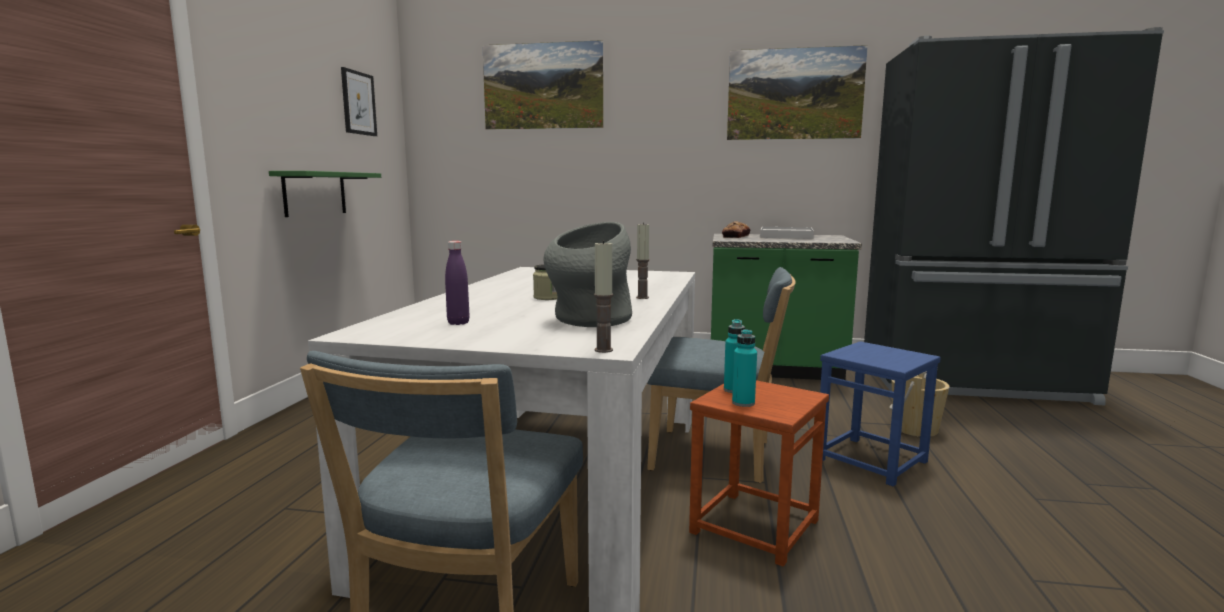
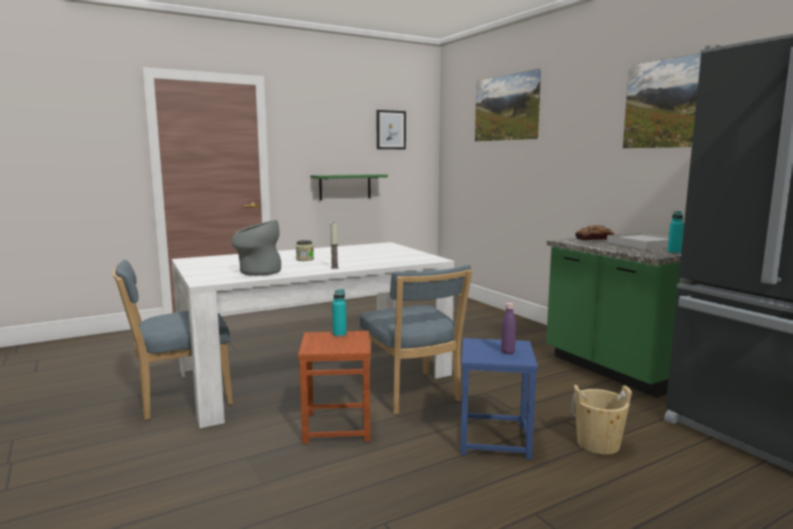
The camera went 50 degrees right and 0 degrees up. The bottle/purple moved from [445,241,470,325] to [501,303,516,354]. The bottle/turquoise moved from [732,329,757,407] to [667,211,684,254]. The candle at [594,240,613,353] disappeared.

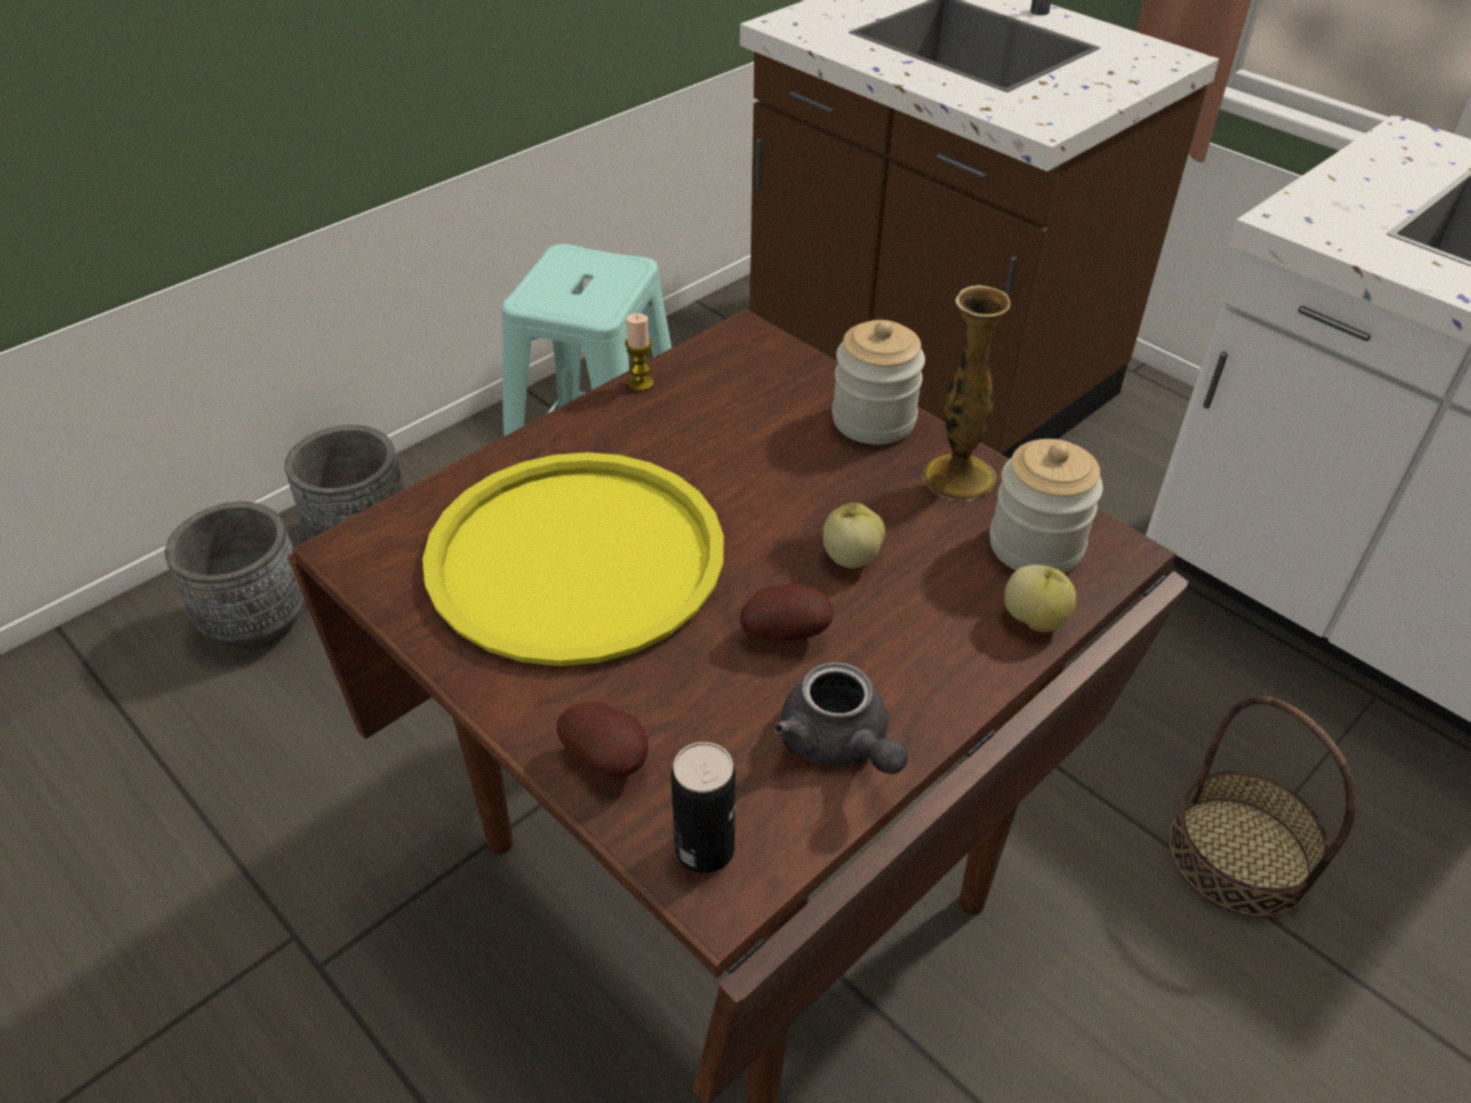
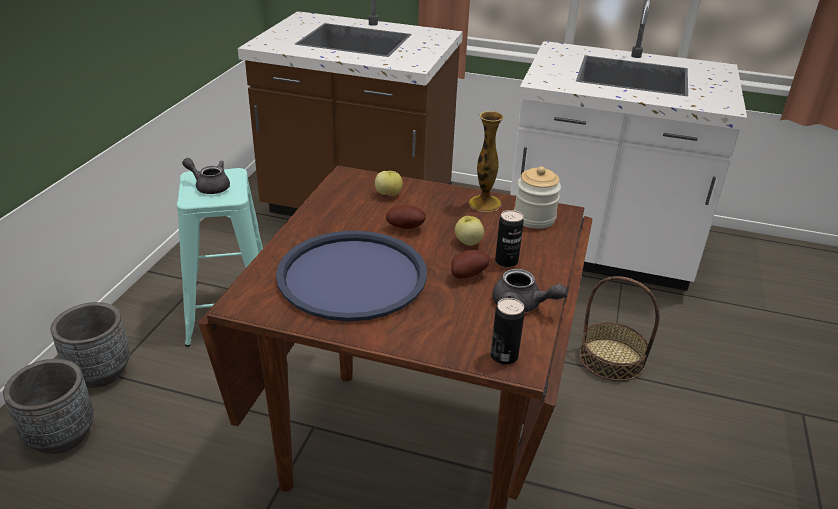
The camera went 30 degrees left and 10 degrees down. The teapot/grey at [182,158,230,194] appeared. The tray/yellow at [422,452,724,666] became the tray/blue at [276,231,427,321]. The apple moved from [1004,565,1076,632] to [375,171,403,197]. The potato moved from [557,702,648,778] to [386,205,425,229]. The can at [495,210,524,267] appeared. The candle at [625,313,654,391] disappeared. The jar at [832,320,925,445] disappeared.

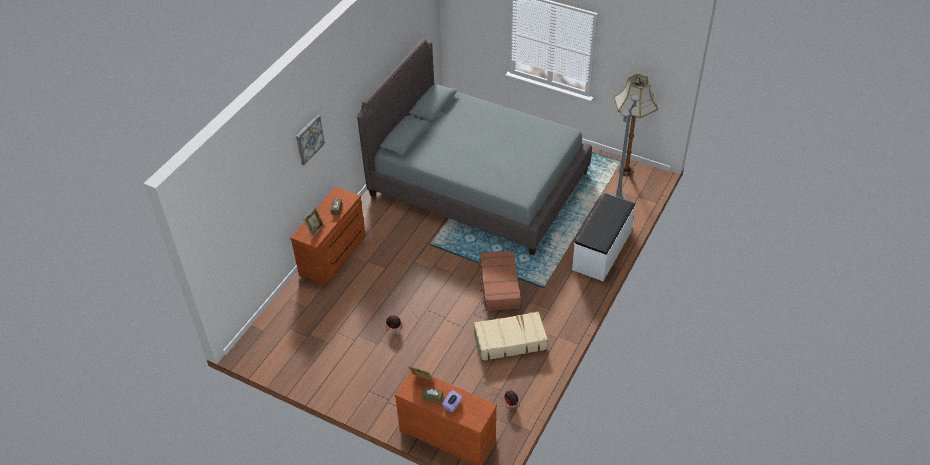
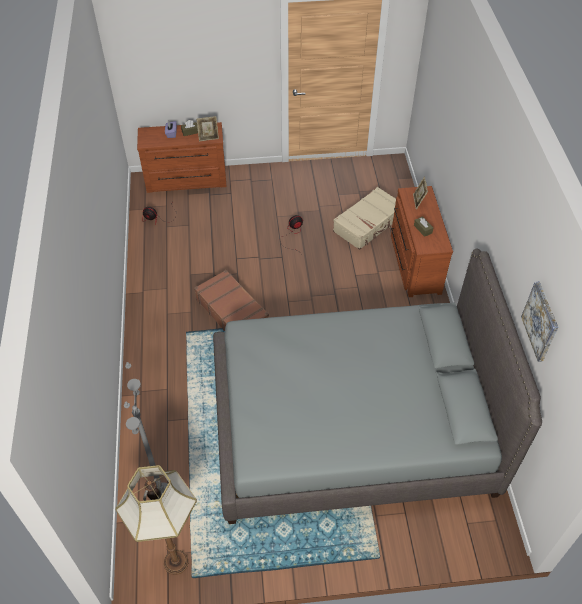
The camera went 145 degrees right and 5 degrees up. The suitcase/beige moved from [474,311,548,361] to [333,187,396,250]. The picture moved from [296,114,325,165] to [521,281,559,362]. The bench/white at [572,193,635,281] disappeared.

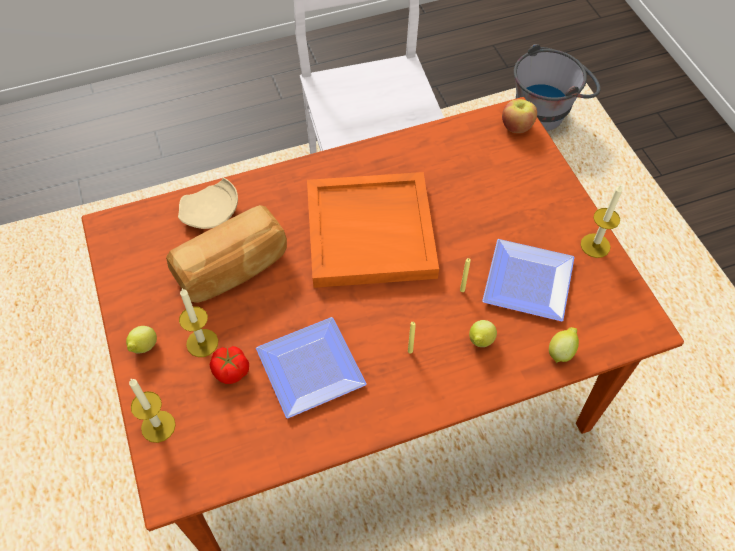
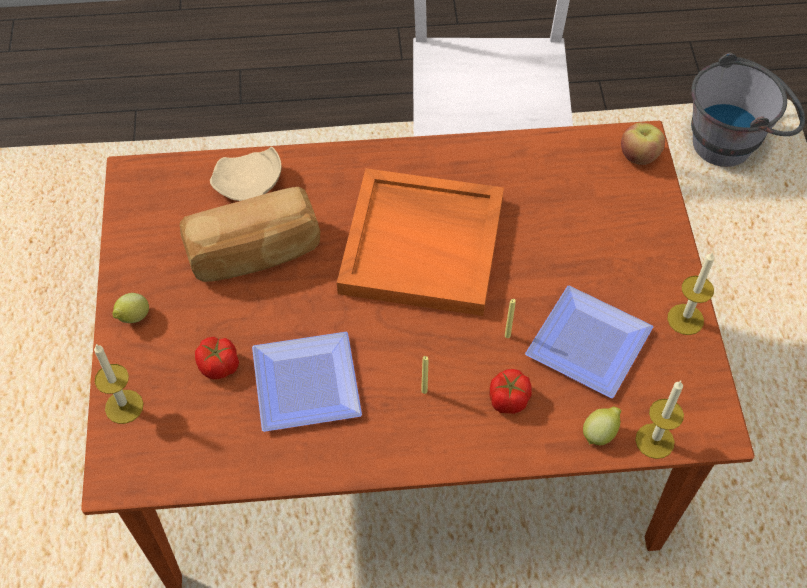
The camera went 15 degrees right and 0 degrees up. The lemon at [469,320,497,347] was replaced by the tomato at [489,369,532,414]. The candle moved from [179,288,218,357] to [635,381,684,459].

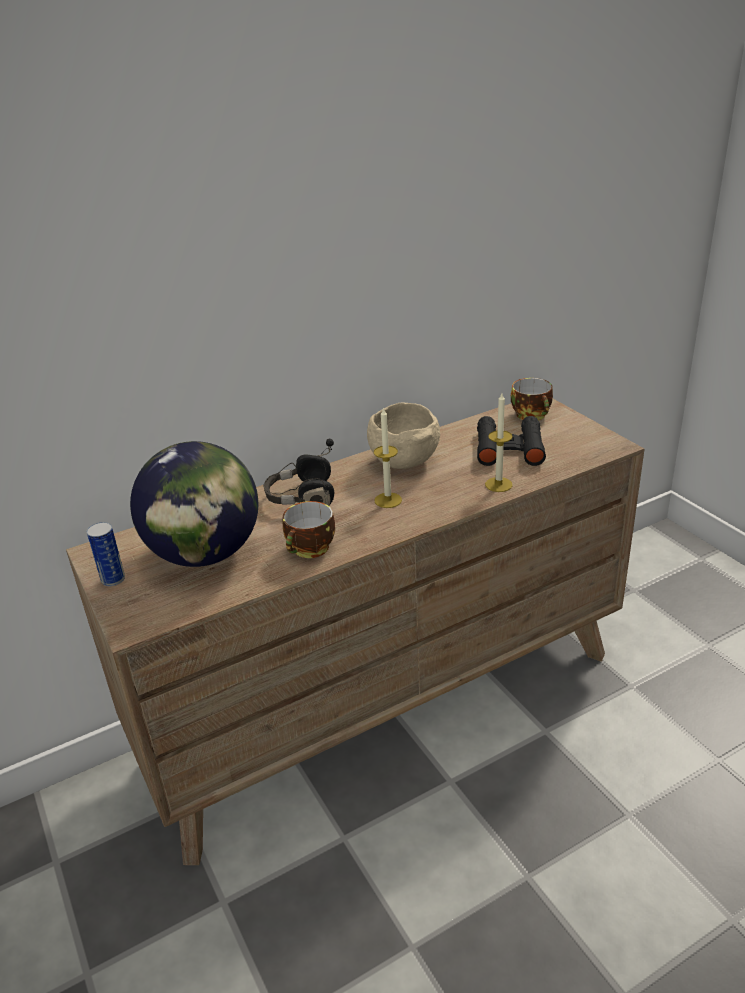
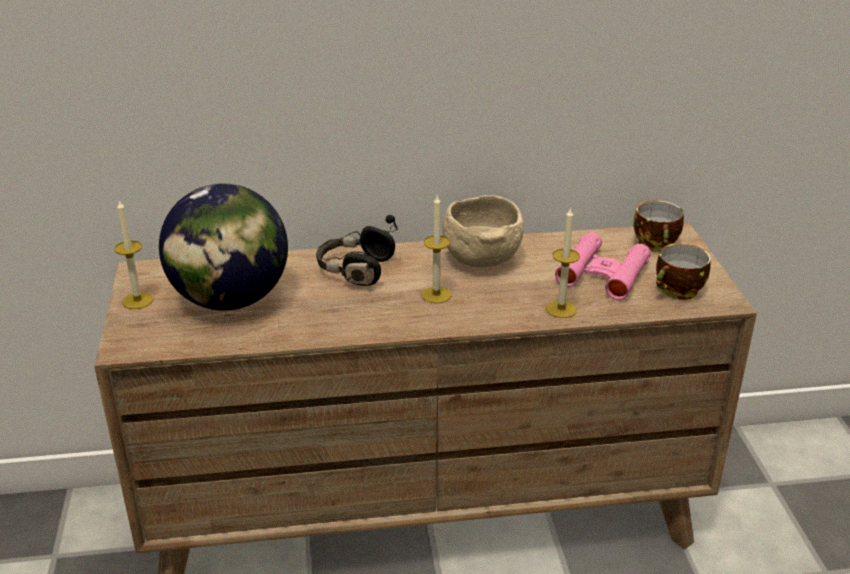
The camera went 20 degrees right and 0 degrees up. The can at [87,522,125,586] was replaced by the candle at [114,200,154,309]. The binoculars/black at [477,416,546,466] became the binoculars/pink at [555,232,651,300]. The cup moved from [283,501,335,558] to [656,243,711,300].

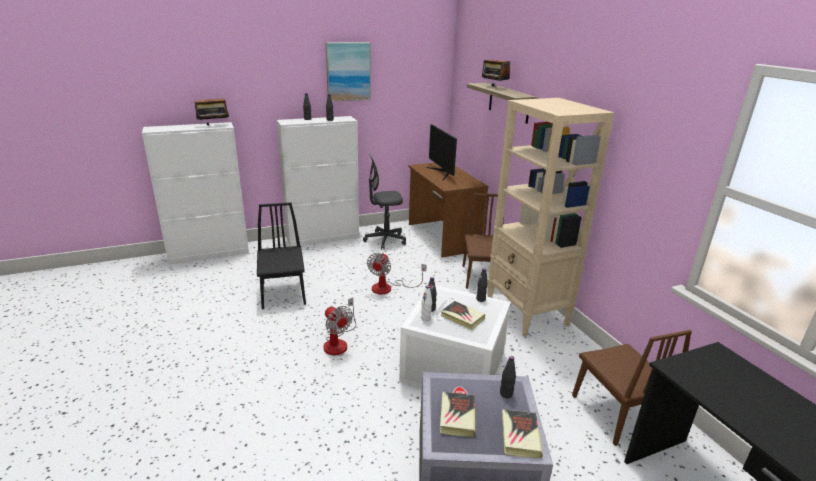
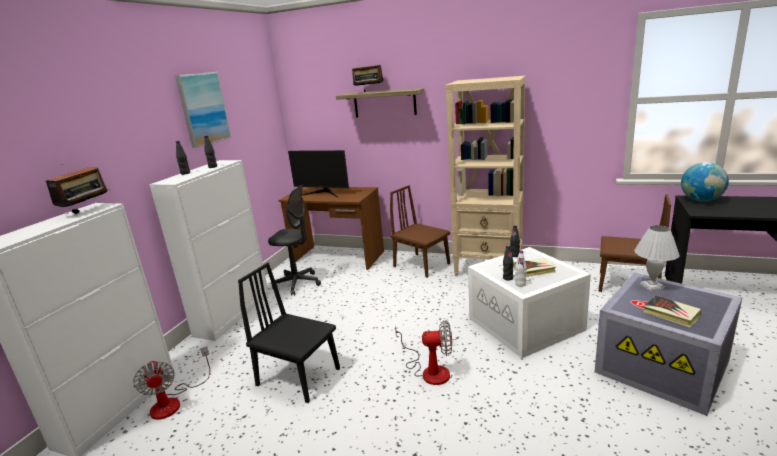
The camera went 45 degrees left and 5 degrees down. The fan moved from [367,253,427,294] to [133,346,210,420]. The office chair/grey at [363,152,406,250] turned 105 degrees counterclockwise. The bottle/black at [500,356,516,398] was replaced by the table lamp/white at [634,225,679,291]. The globe at [681,162,729,202] appeared. The book at [502,409,543,458] disappeared.

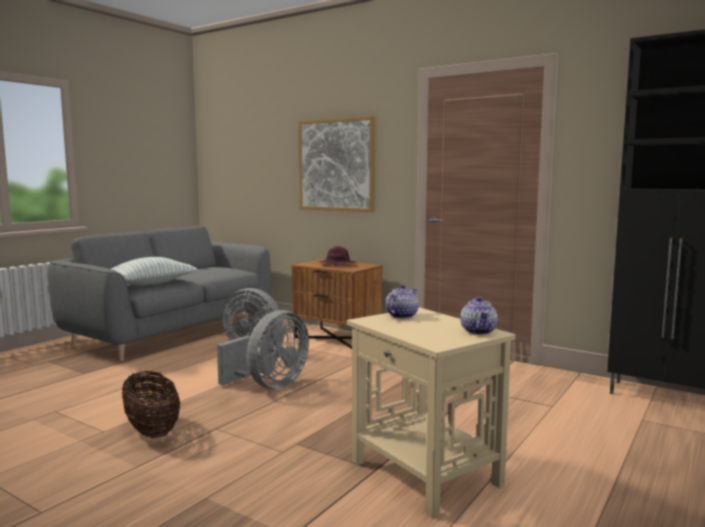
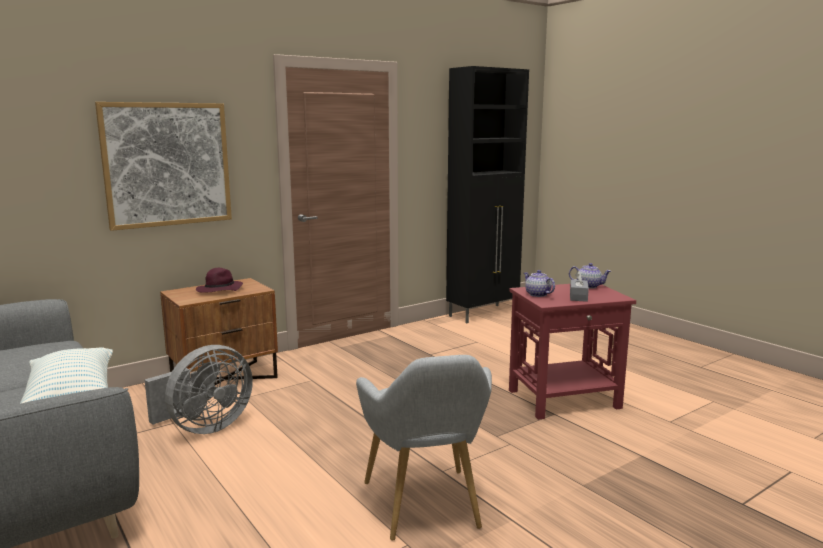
The camera went 70 degrees left and 5 degrees up. The basket at [122,371,181,439] was replaced by the armchair/grey at [356,355,492,541]. The side table/beige at [347,307,516,518] became the side table/red at [509,284,636,420]. The tissue box/grey at [570,271,589,302] appeared. The fan/grey at [217,310,309,389] disappeared.

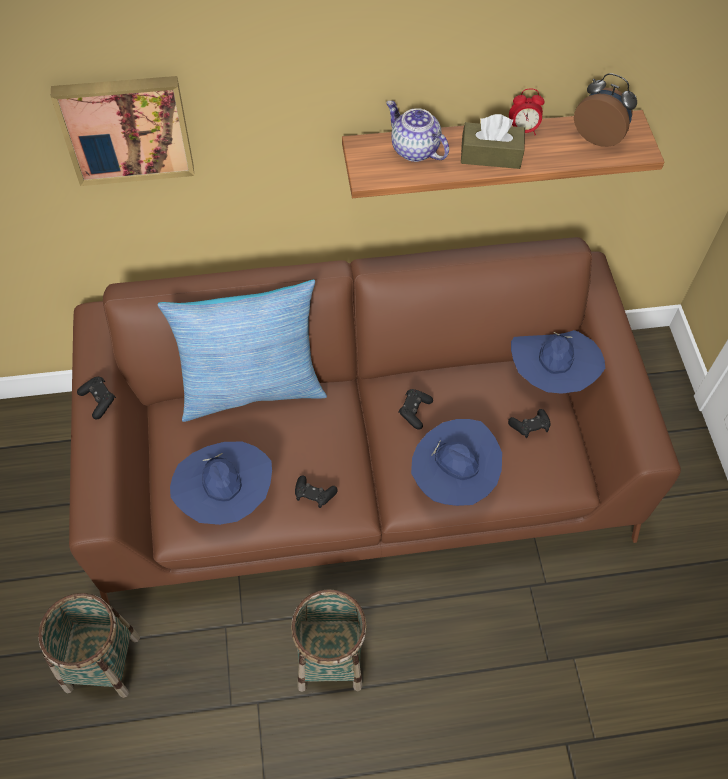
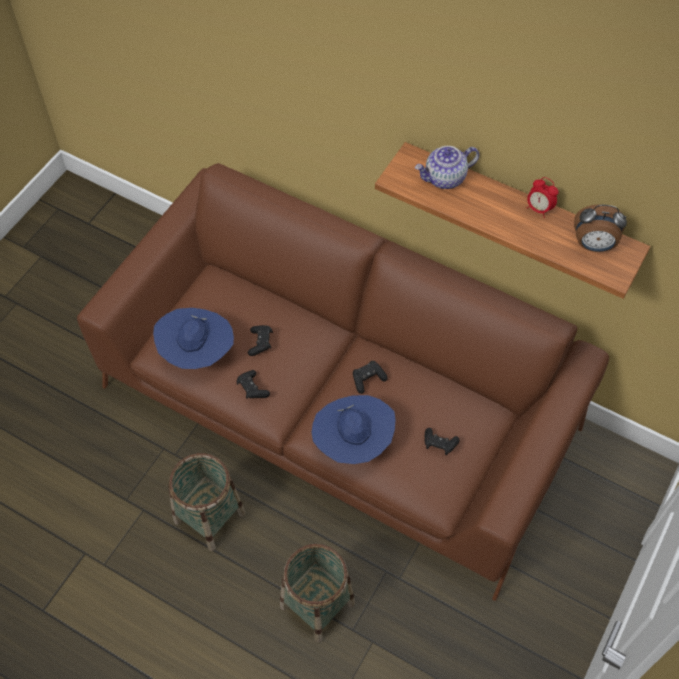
The camera went 40 degrees right and 0 degrees up. The game controller/black moved from [77,377,116,419] to [248,325,273,356]. The basket moved from [38,593,140,698] to [280,544,355,643]. The teapot at [387,101,449,162] turned 105 degrees counterclockwise. The alarm clock at [574,73,637,147] turned 120 degrees clockwise. The picture at [51,76,194,186] disappeared. The pillow at [158,280,327,422] disappeared. The tissue box/brown at [461,114,525,169] disappeared. The hat/blue at [511,330,605,394] disappeared.

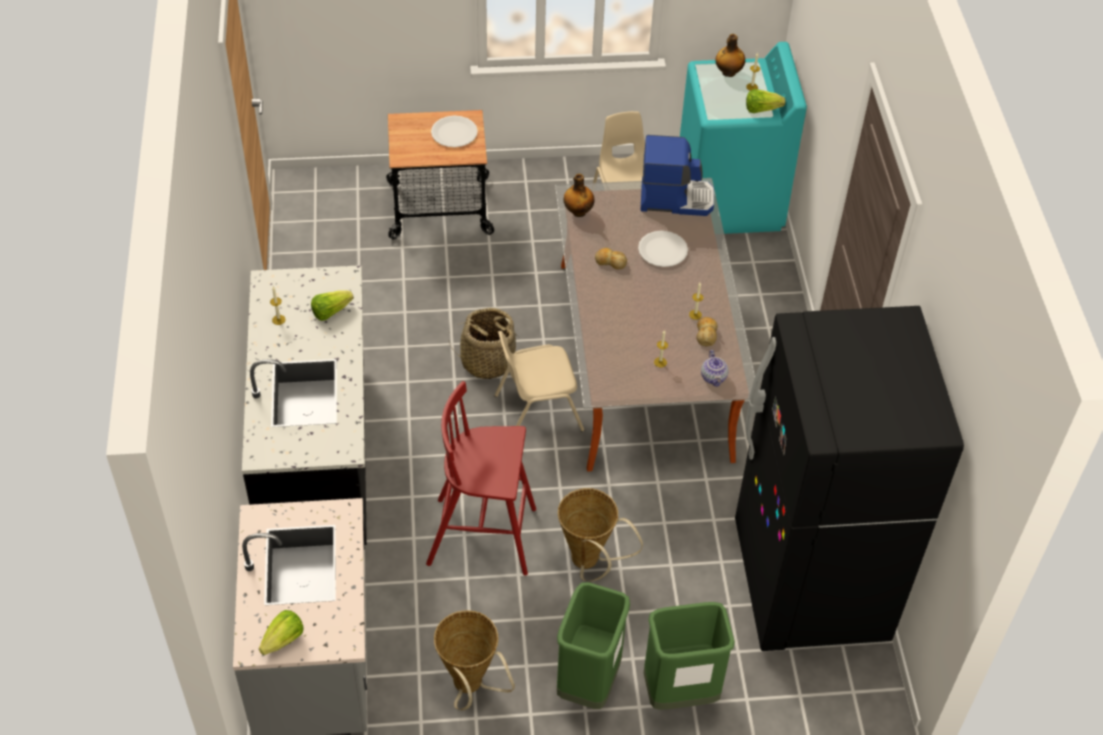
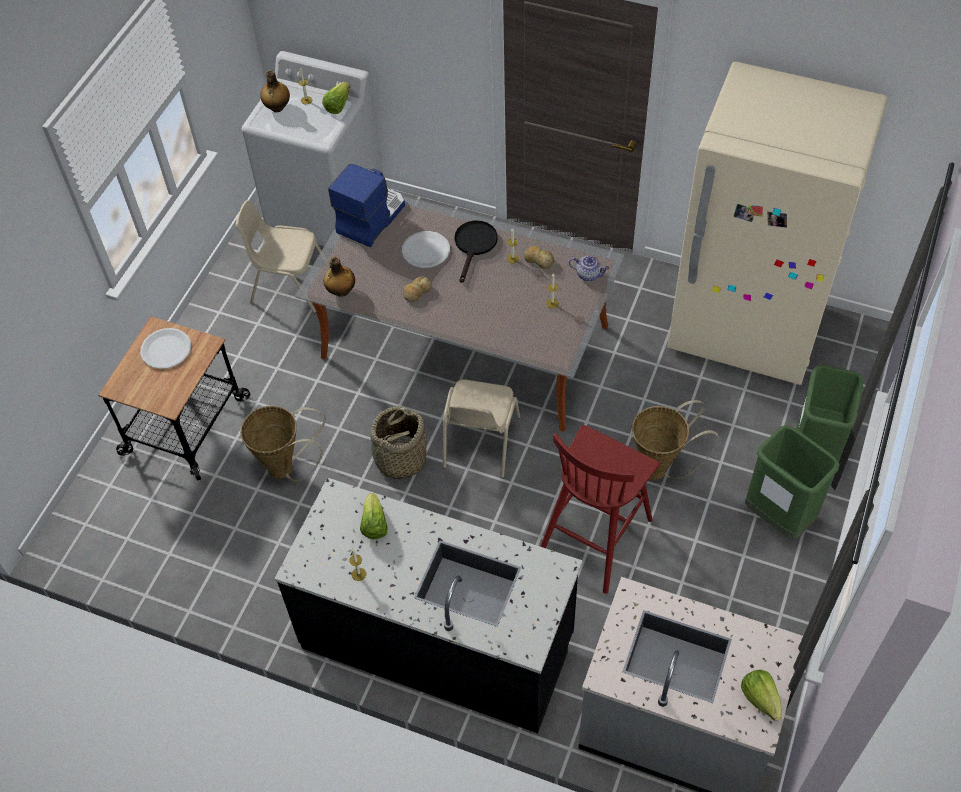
The camera went 60 degrees left and 5 degrees up. The basket moved from [434,610,515,710] to [240,406,326,482]. The washing machine/turquoise at [680,42,807,234] became the washing machine/white at [241,51,384,246]. The frying pan/black at [454,220,498,283] appeared. The fridge/black at [735,306,964,651] became the fridge/beige at [667,62,888,385].

